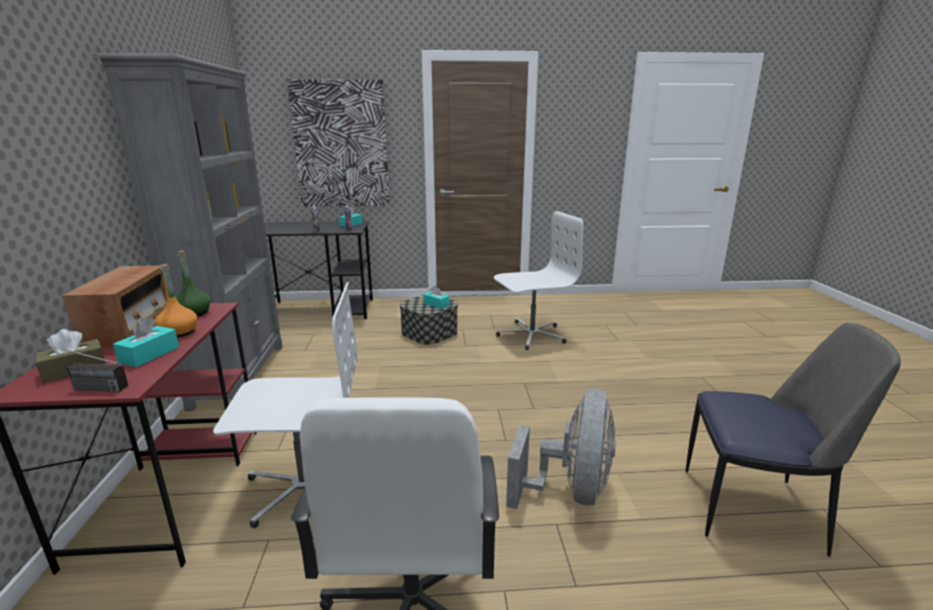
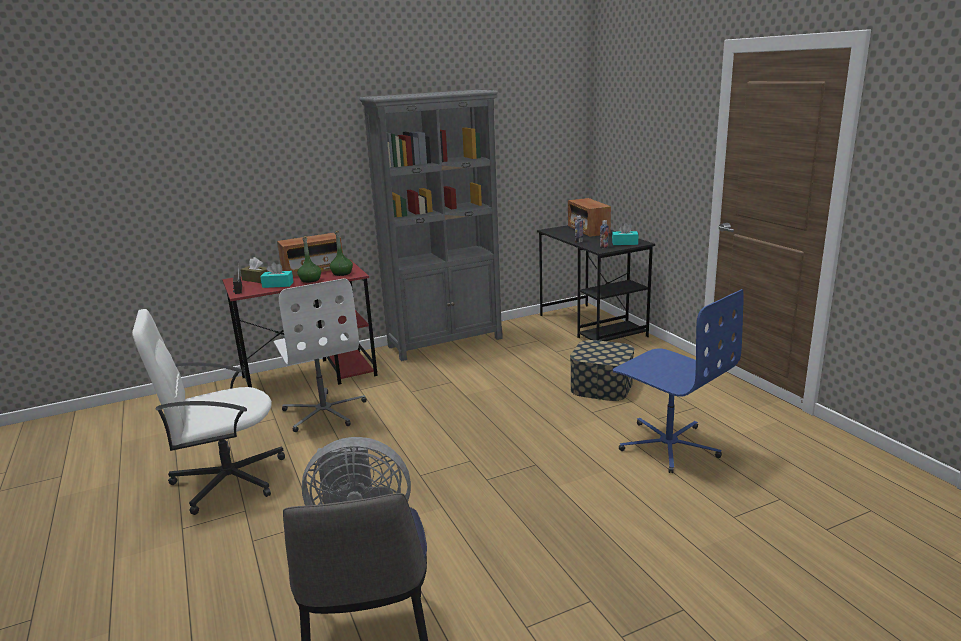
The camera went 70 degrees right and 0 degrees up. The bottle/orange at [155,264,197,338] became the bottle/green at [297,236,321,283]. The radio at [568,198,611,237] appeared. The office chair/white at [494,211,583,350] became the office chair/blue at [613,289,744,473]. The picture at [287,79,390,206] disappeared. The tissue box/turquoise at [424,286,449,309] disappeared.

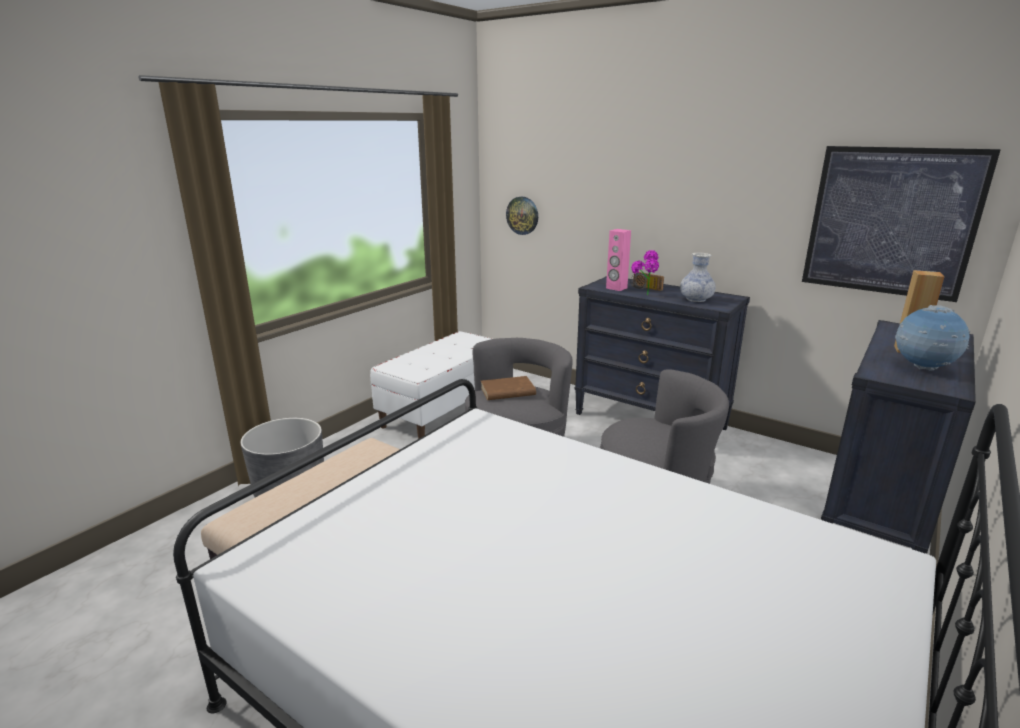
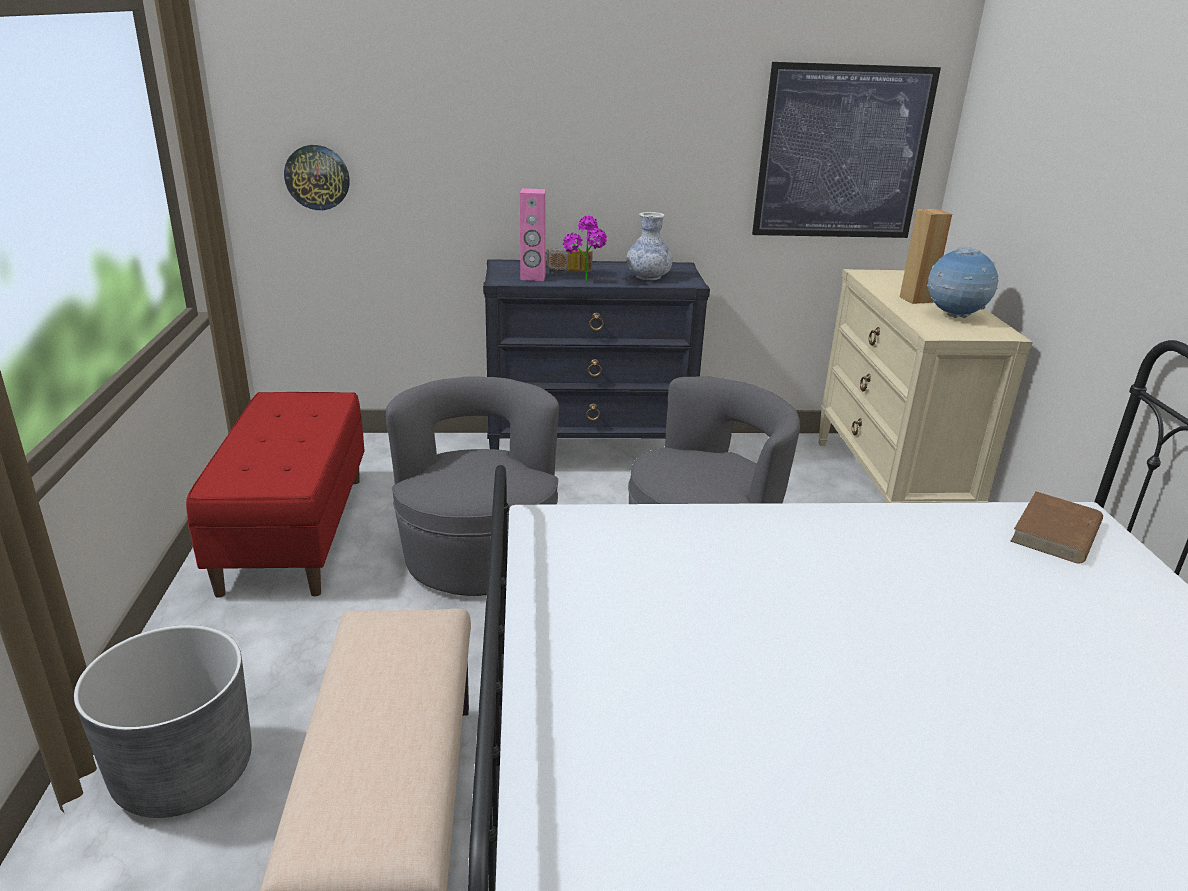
The camera went 40 degrees left and 5 degrees up. The bench/white at [370,331,492,439] became the bench/red at [186,392,365,598]. The dresser/black at [821,320,976,554] became the dresser/beige at [818,269,1033,503]. The book/brown moved from [481,376,536,400] to [1010,492,1103,564].

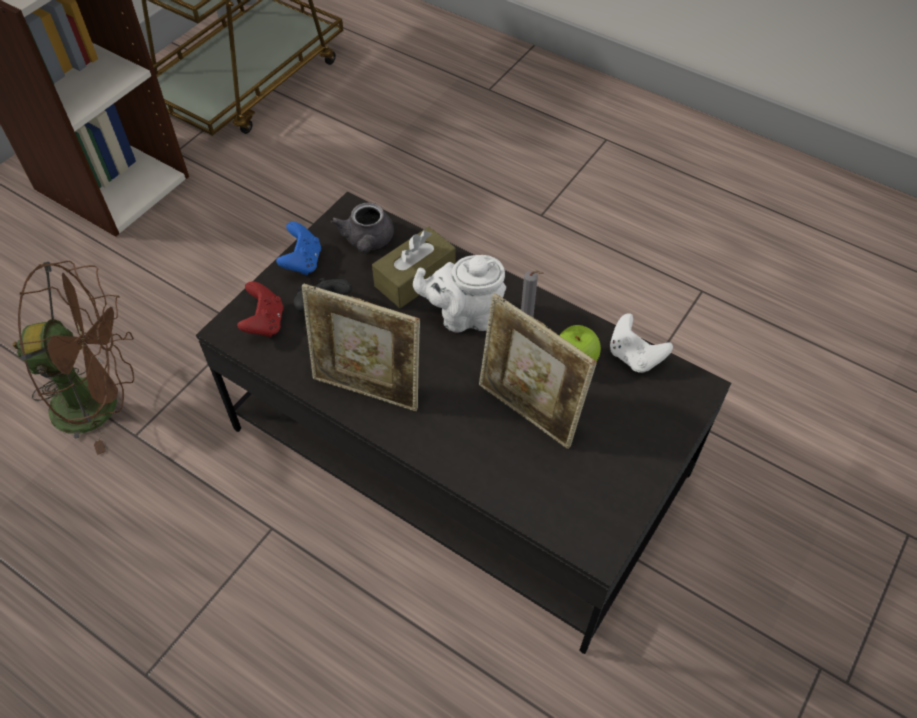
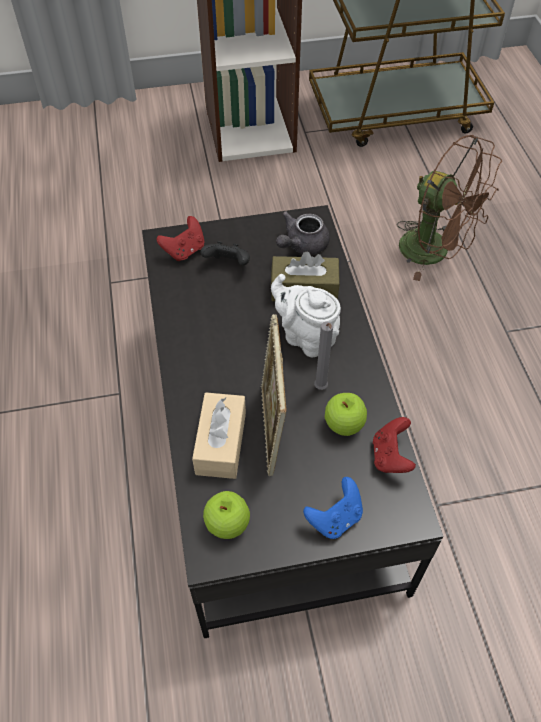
The camera went 45 degrees right and 0 degrees up. The tissue box/beige at [192,392,246,479] appeared. The apple at [203,491,250,539] appeared. The game controller/blue moved from [276,222,321,275] to [303,477,363,539]. The game controller/white at [610,313,673,373] became the game controller/red at [373,417,416,473]. The fan/brown moved from [12,261,134,455] to [397,135,502,281]. The picture frame at [302,284,420,411] disappeared.

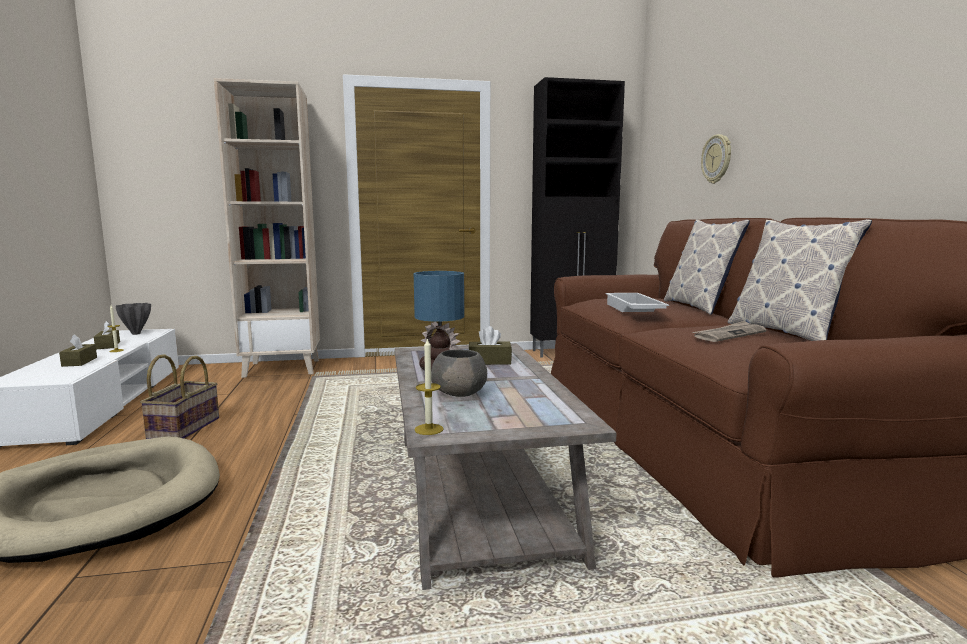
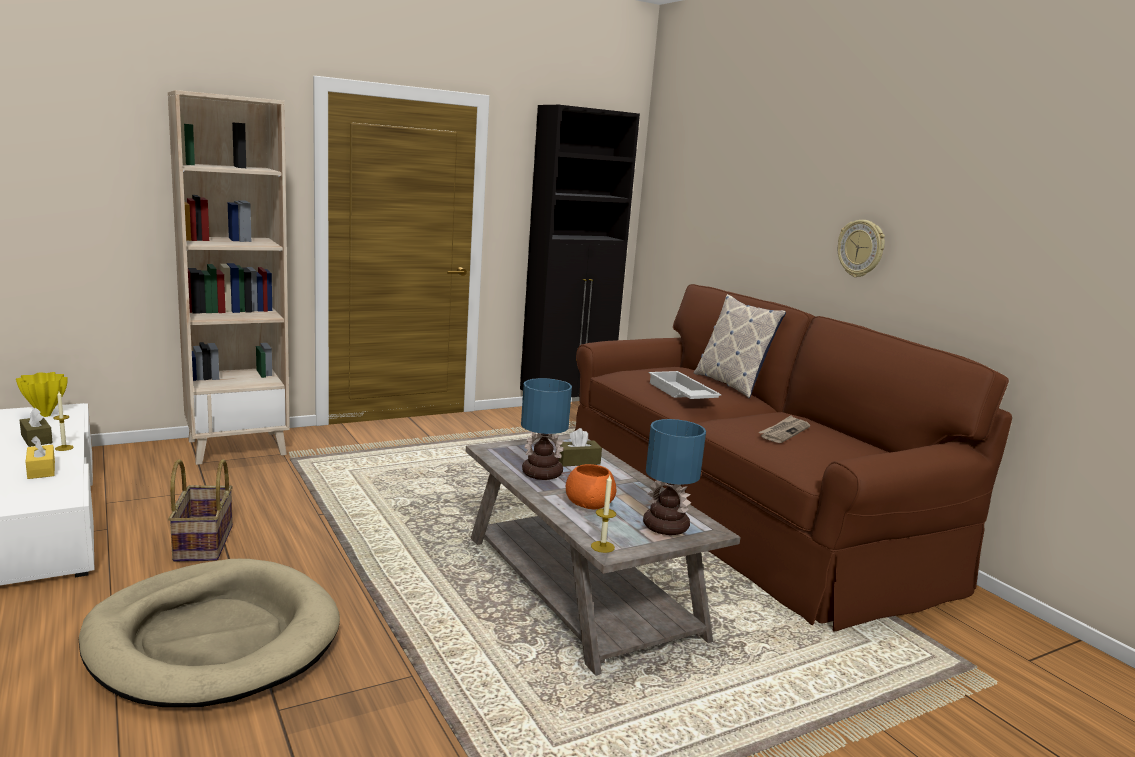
The camera went 20 degrees left and 5 degrees up. The vase/grey at [116,303,151,335] became the vase/yellow at [16,372,68,417]. The tissue box/brown at [59,334,97,367] became the tissue box/yellow at [26,436,55,479]. The bowl/grey at [431,349,487,397] became the bowl/orange at [566,464,616,509]. The table lamp at [643,419,706,535] appeared. The wall clock moved from [701,134,731,184] to [838,220,885,277]. The pillow at [728,219,872,341] disappeared.

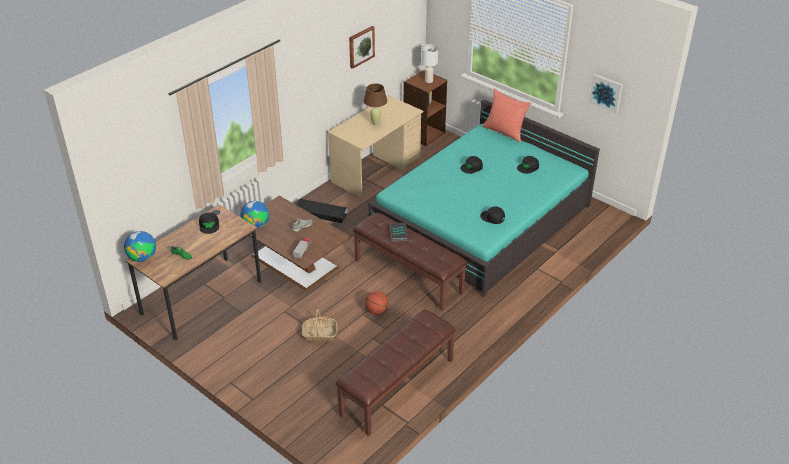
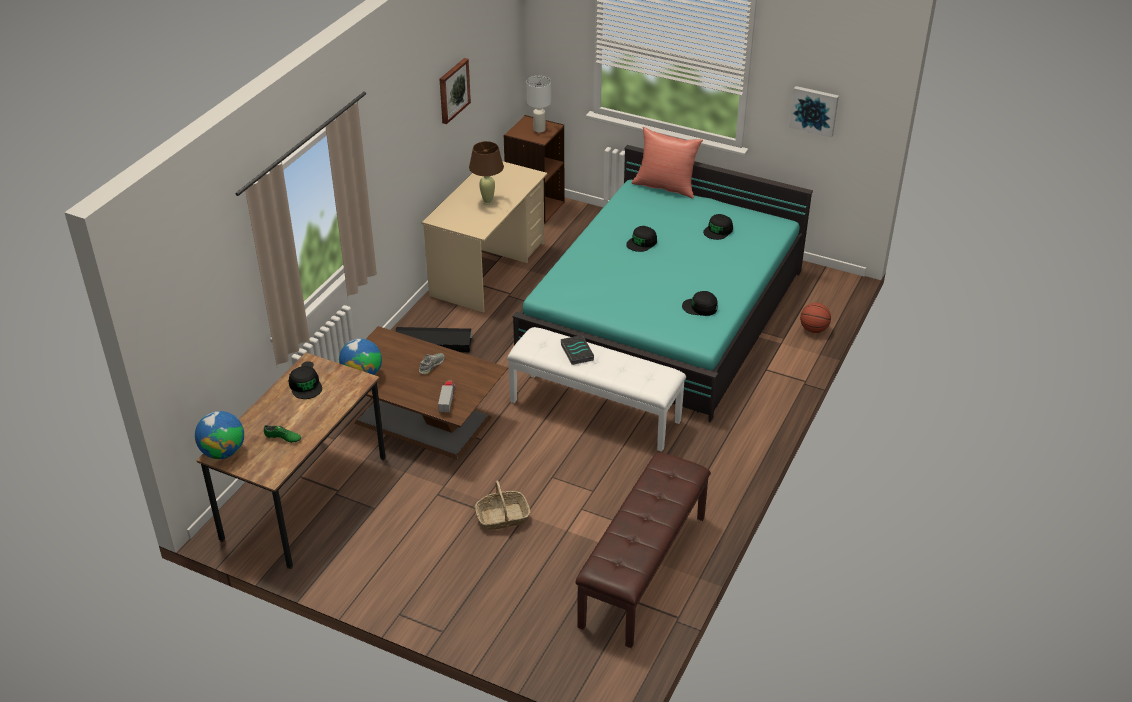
The camera went 15 degrees left and 0 degrees up. The bench/brown at [353,213,467,311] became the bench/white at [507,327,686,452]. The basketball moved from [365,291,388,315] to [800,303,831,333].

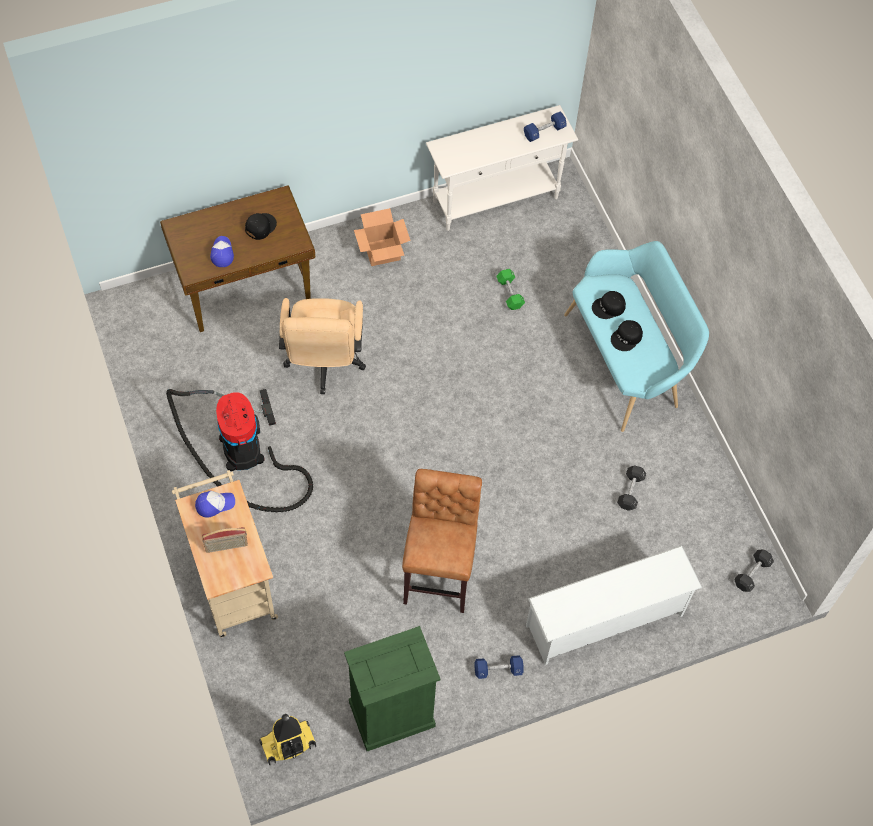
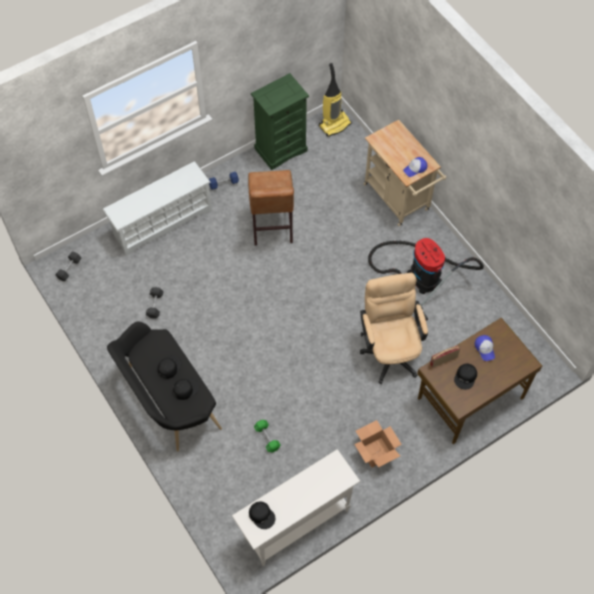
The camera went 170 degrees right and 0 degrees up. The bench/turquoise at [564,241,709,432] became the bench/black at [107,322,222,452]. The dumbbell/blue at [524,112,567,142] was replaced by the cap/black at [249,501,275,529]. The radio moved from [202,527,248,553] to [430,345,460,368].

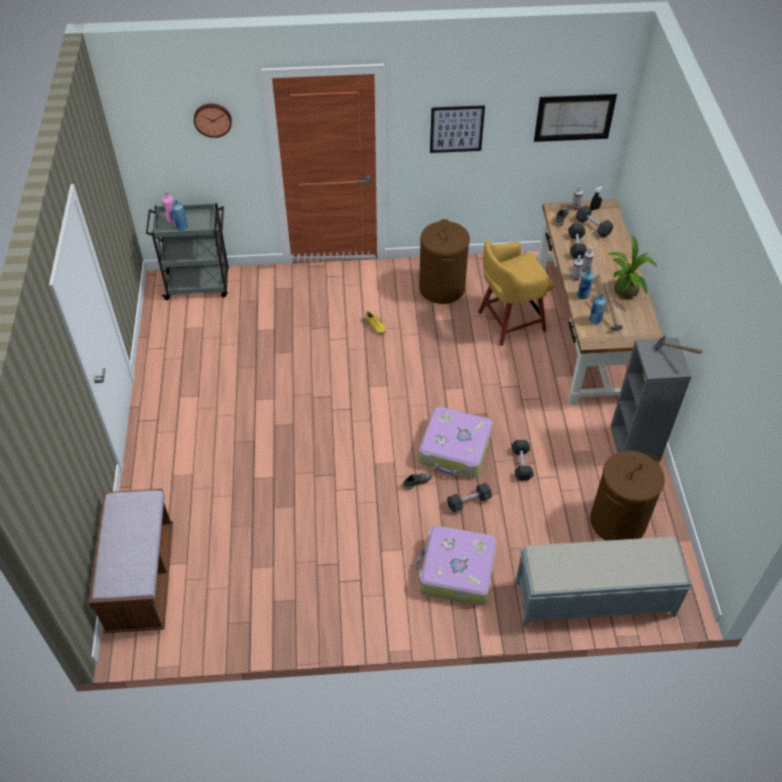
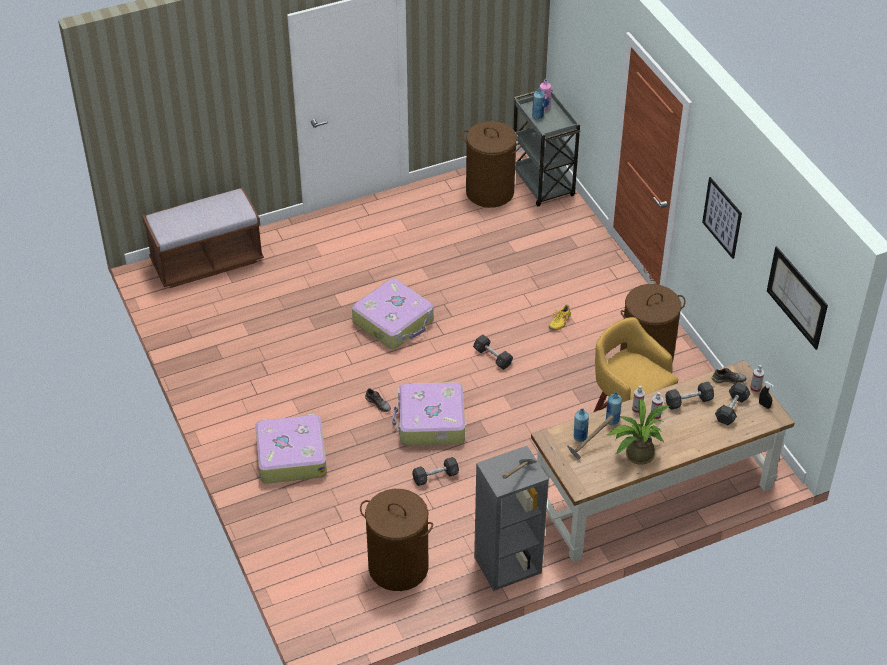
The camera went 70 degrees right and 5 degrees down. The suitcase at [352,279,434,349] appeared. The laundry basket/brown at [462,121,522,208] appeared. The dumbbell/grey moved from [447,483,492,513] to [473,335,513,370]. The wall clock at [194,103,232,138] disappeared. The bench/grey at [516,537,692,627] disappeared.

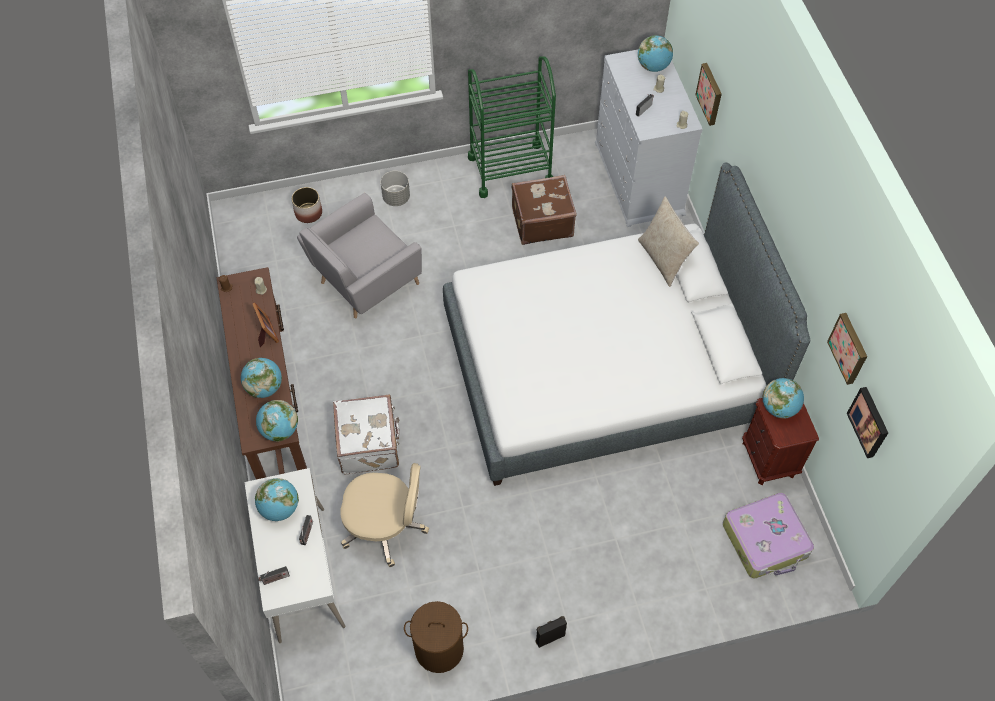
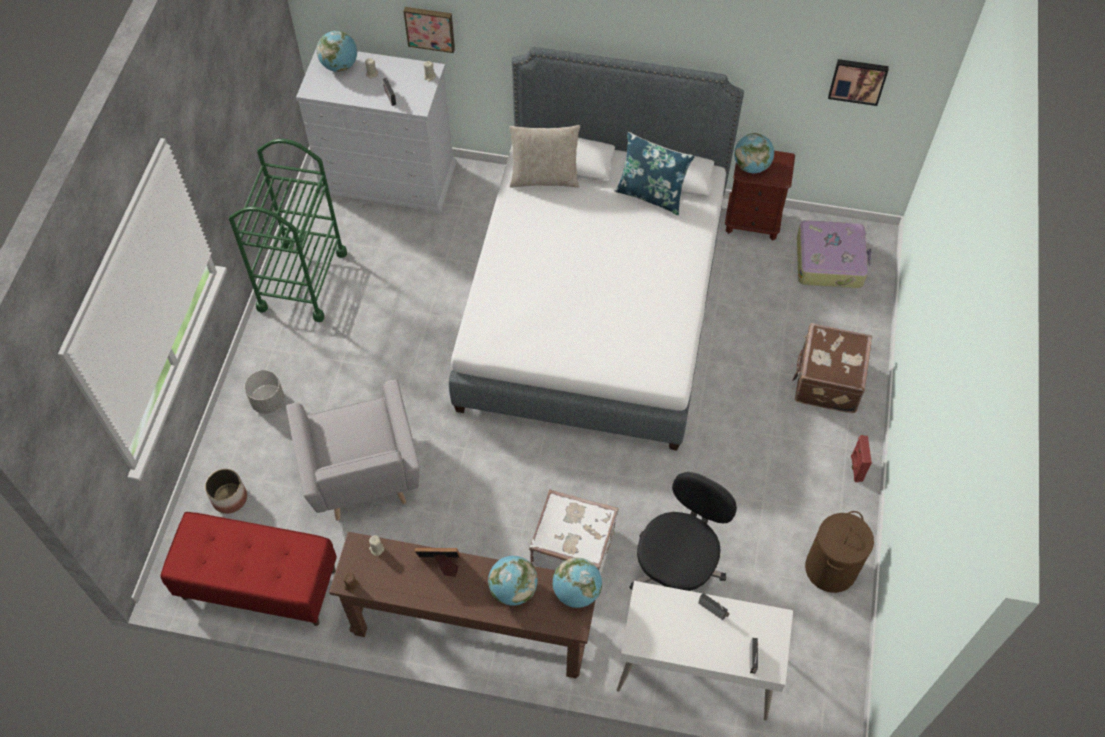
The camera went 65 degrees left and 0 degrees up. The bench/red at [160,512,337,626] appeared. The pillow/blue at [615,132,695,215] appeared. The office chair/beige at [340,463,429,567] became the office chair/black at [629,472,737,591]. The suitcase/brown moved from [512,175,577,245] to [792,323,872,413]. The speaker/black at [536,616,567,648] became the speaker/red at [851,435,872,482]. The globe at [255,478,299,521] disappeared. The picture at [827,313,867,385] disappeared.

